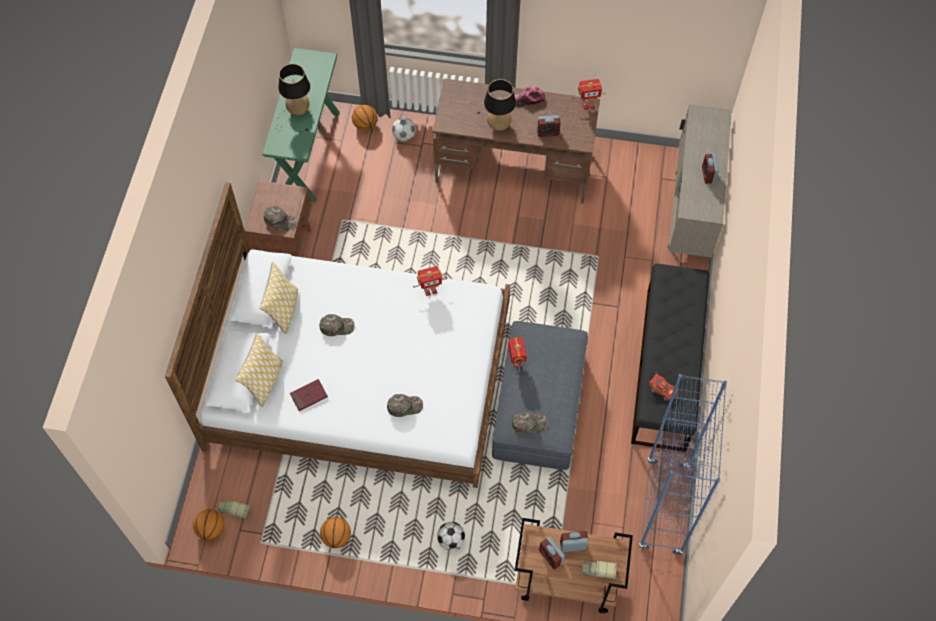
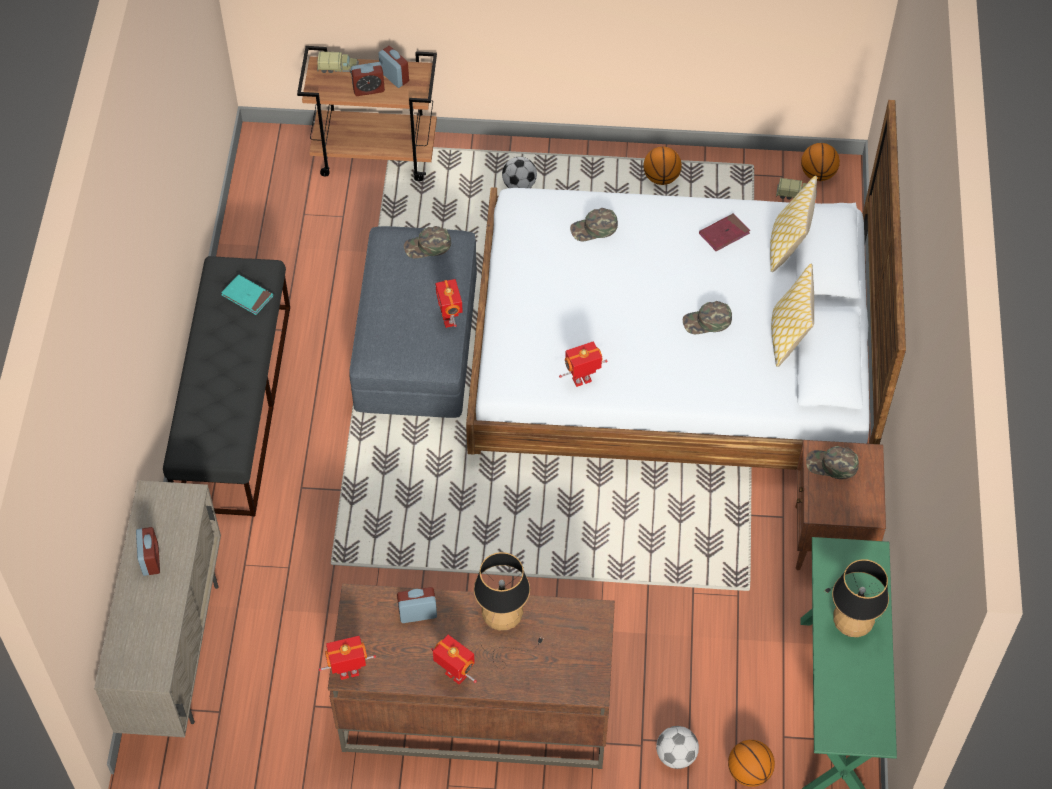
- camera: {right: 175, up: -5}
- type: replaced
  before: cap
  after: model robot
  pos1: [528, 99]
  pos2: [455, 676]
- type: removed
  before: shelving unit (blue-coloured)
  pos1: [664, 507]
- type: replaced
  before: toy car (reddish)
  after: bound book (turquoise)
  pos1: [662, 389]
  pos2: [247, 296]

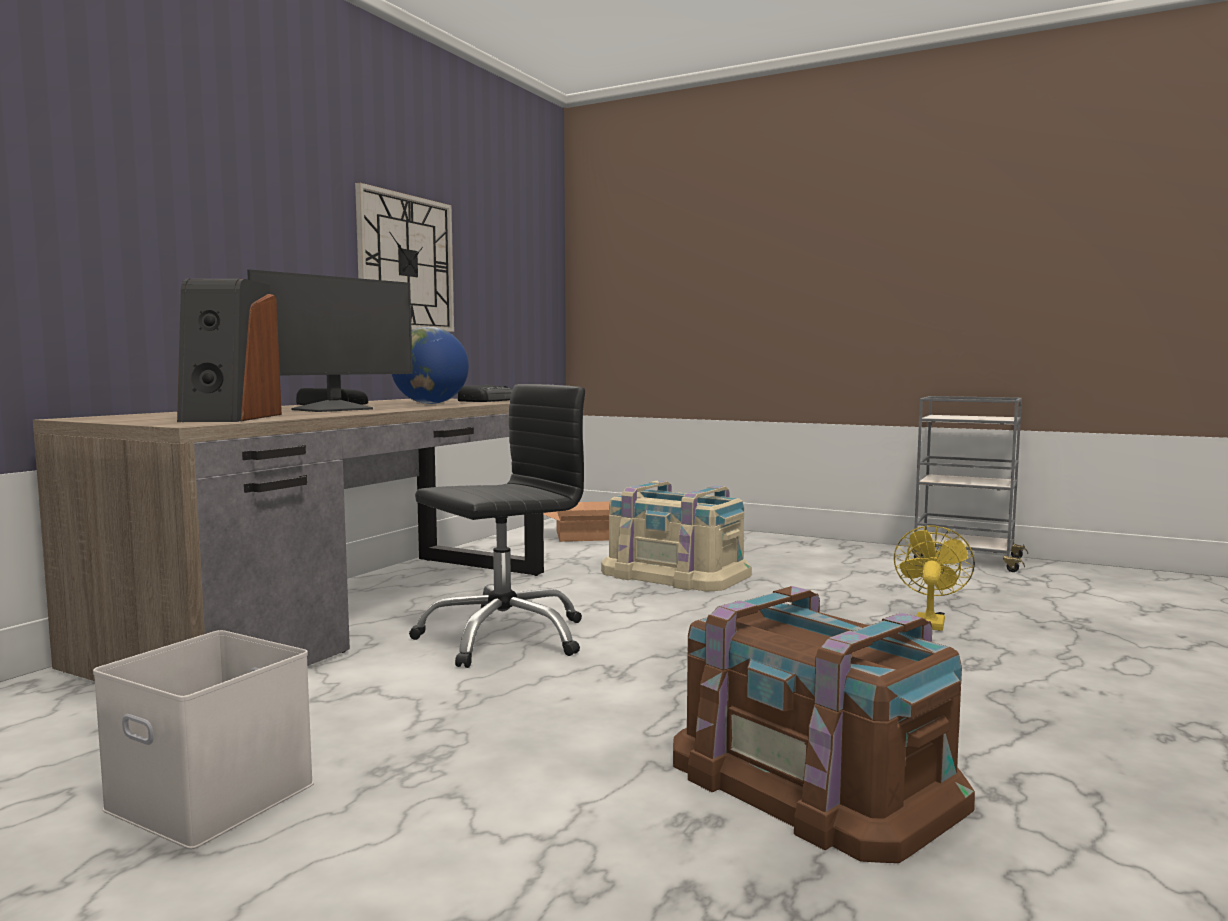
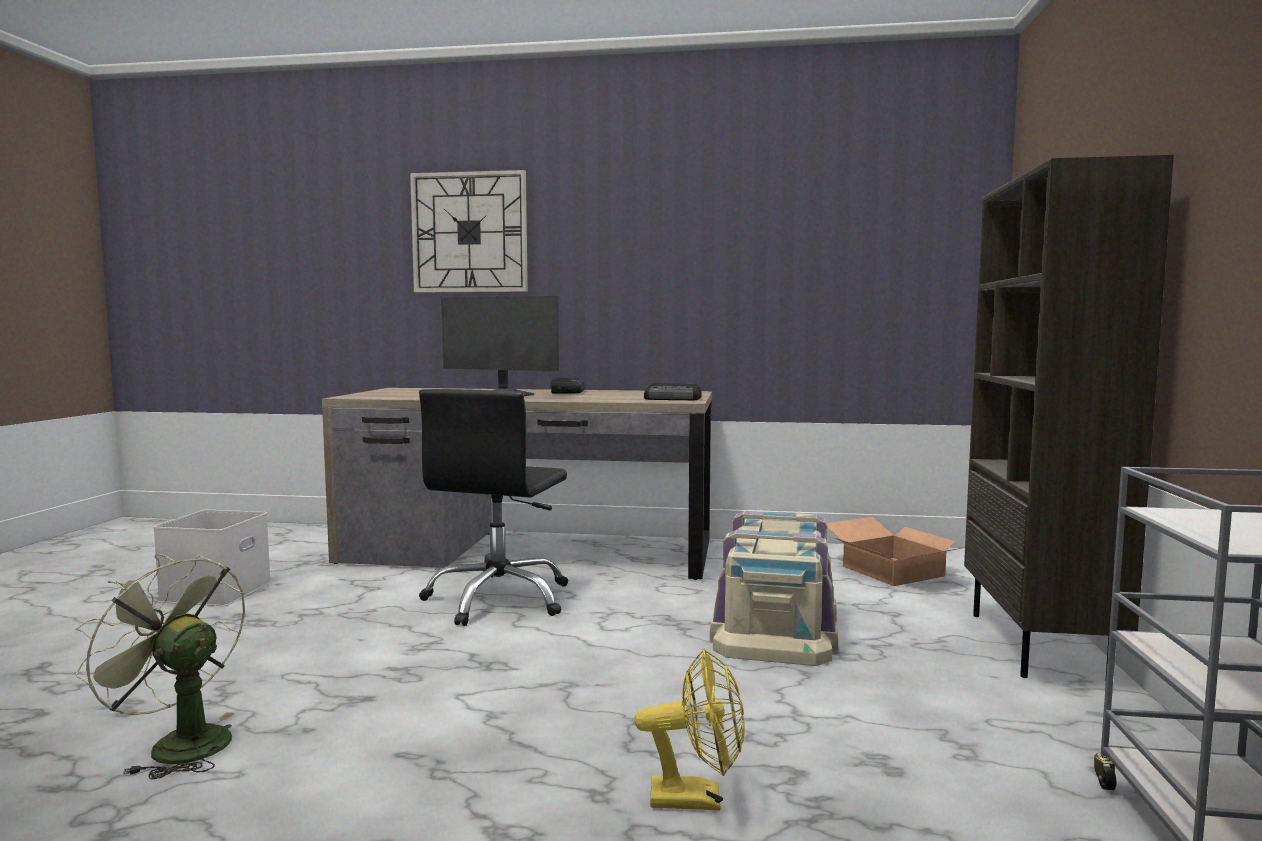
- camera: {right: 70, up: 0}
- type: removed
  before: speaker
  pos1: [230, 418]
- type: moved
  before: hanging clock
  pos1: [406, 263]
  pos2: [469, 232]
- type: removed
  before: globe
  pos1: [431, 403]
- type: turned
  before: computer chair (black)
  pos1: [503, 637]
  pos2: [499, 599]
  turn: 75
- type: replaced
  before: storage container (brownish)
  after: fan (green)
  pos1: [814, 779]
  pos2: [178, 744]
- type: added
  after: shelving unit (brownish)
  pos2: [1039, 646]

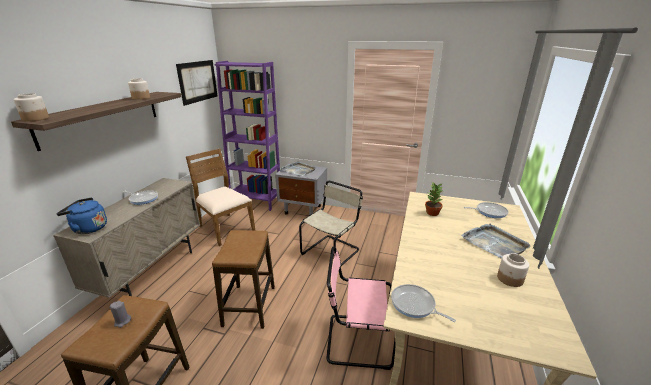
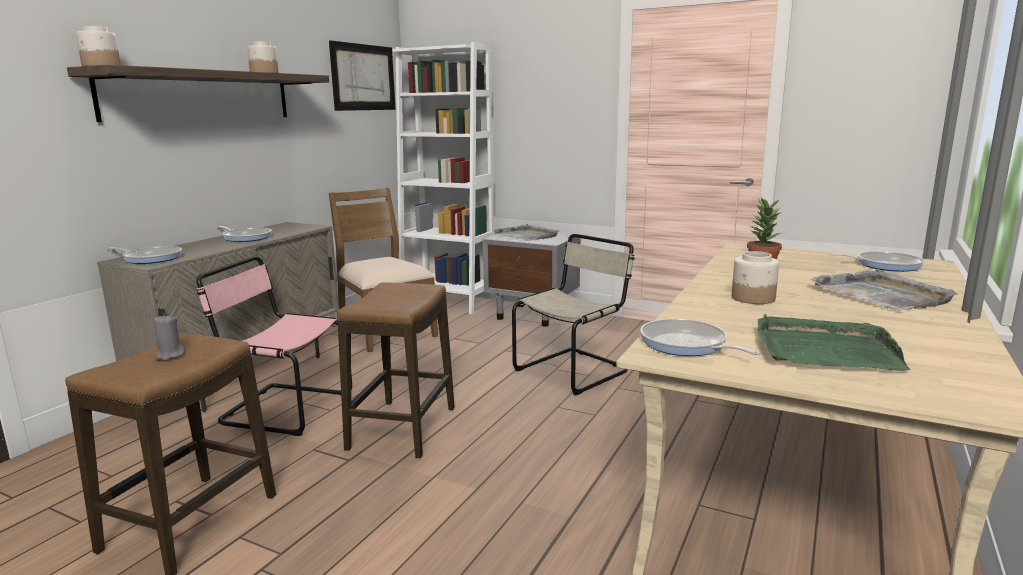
- camera: {right: 10, up: -10}
- type: replaced
  before: tea kettle (blue-coloured)
  after: skillet
  pos1: [88, 228]
  pos2: [151, 258]
- type: recoloured
  before: shelving unit (purple-coloured)
  after: shelving unit (whitish)
  pos1: [255, 201]
  pos2: [448, 302]
- type: moved
  before: upright chair (pinkish)
  pos1: [356, 340]
  pos2: [283, 408]
- type: moved
  before: storage jar
  pos1: [510, 279]
  pos2: [753, 298]
- type: added
  after: tray (green)
  pos2: [824, 349]

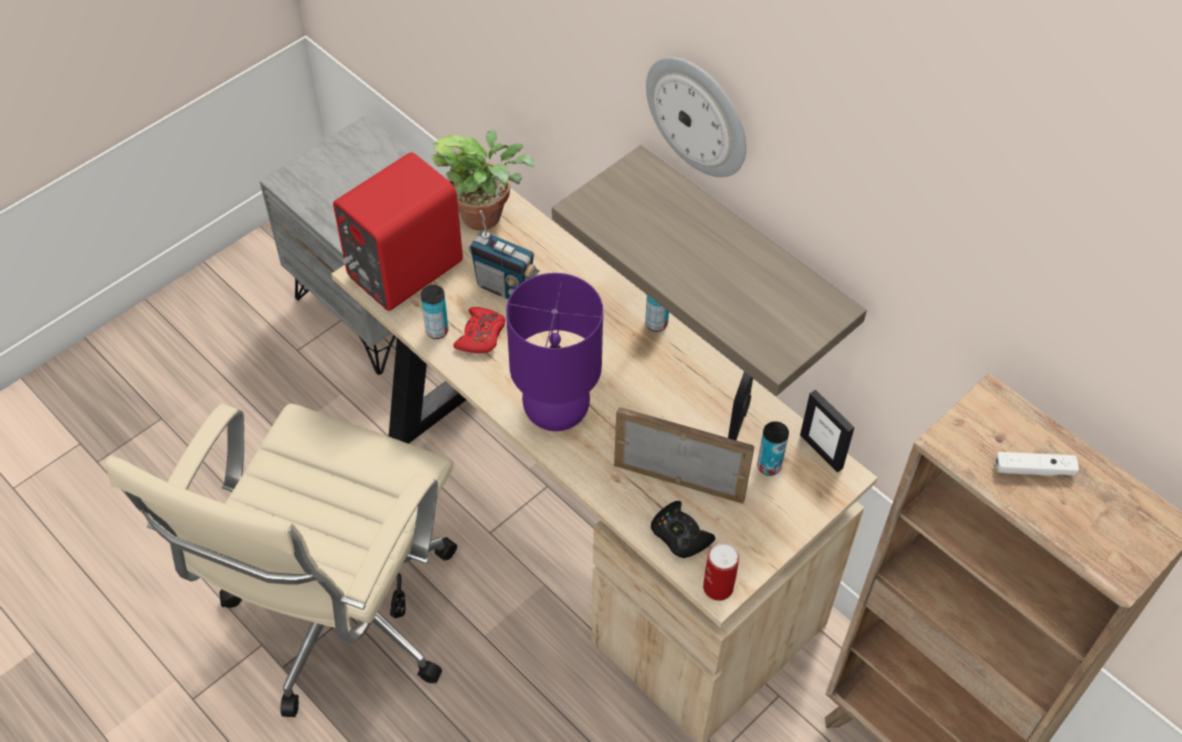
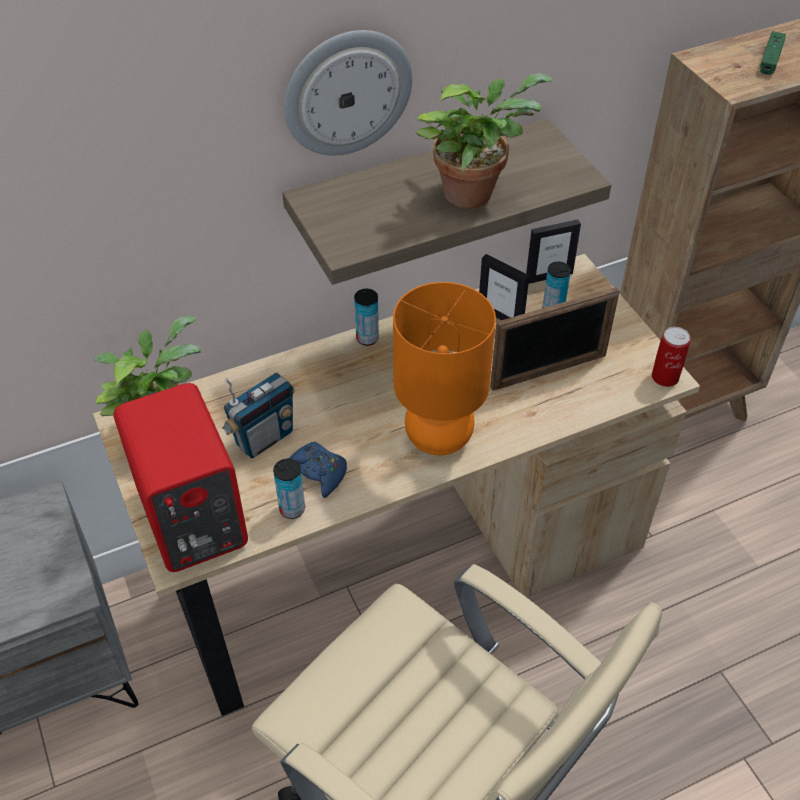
- camera: {right: -70, up: -5}
- type: recoloured
  before: game controller (reddish)
  after: game controller (blue-coloured)
  pos1: [481, 335]
  pos2: [317, 473]
- type: recoloured
  before: tabletop lamp (purple-coloured)
  after: tabletop lamp (orangey)
  pos1: [557, 412]
  pos2: [440, 437]
- type: turned
  before: photo frame
  pos1: [679, 481]
  pos2: [549, 371]
  turn: -150
- type: removed
  before: game controller (black)
  pos1: [680, 535]
- type: recoloured
  before: game controller (whitish)
  after: game controller (green)
  pos1: [1034, 469]
  pos2: [770, 59]
- type: added
  after: potted plant
  pos2: [473, 191]

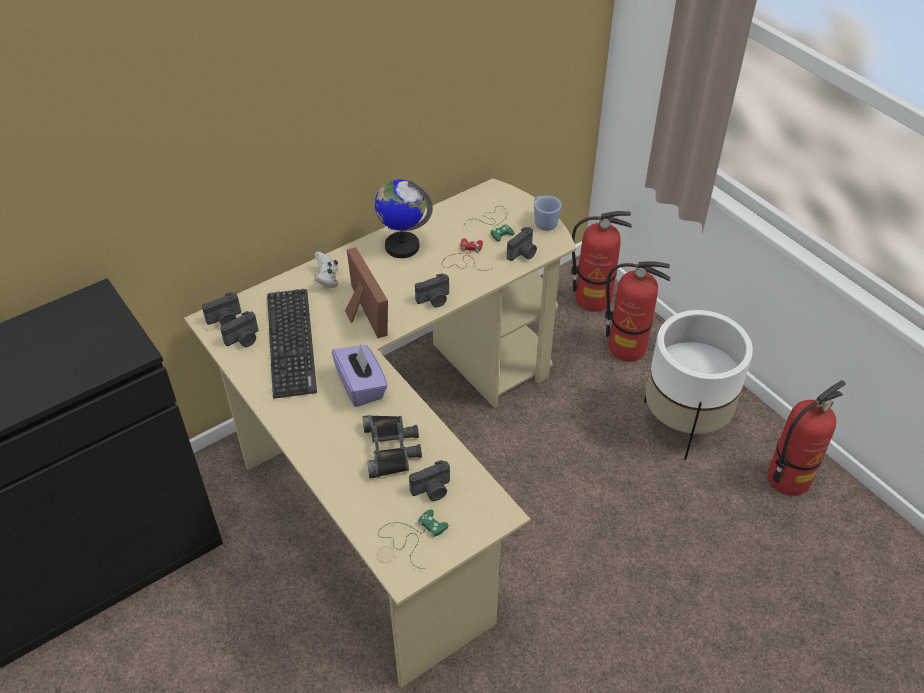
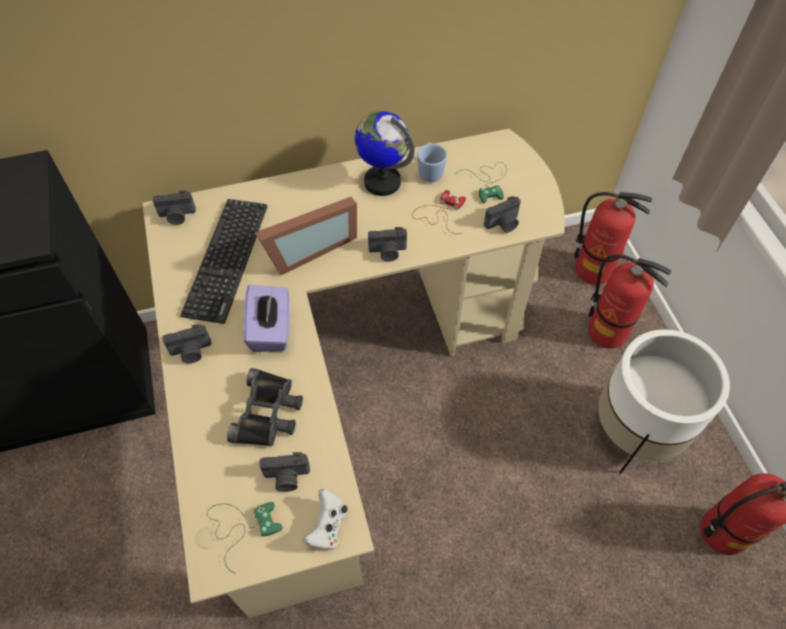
- camera: {right: 20, up: 10}
- type: moved
  before: still camera
  pos1: [244, 339]
  pos2: [191, 352]
- type: moved
  before: game controller (whitish)
  pos1: [327, 279]
  pos2: [327, 526]
- type: turned
  before: photo frame
  pos1: [362, 315]
  pos2: [308, 248]
  turn: 60
- type: moved
  before: coffee mug (blue-coloured)
  pos1: [543, 222]
  pos2: [430, 171]

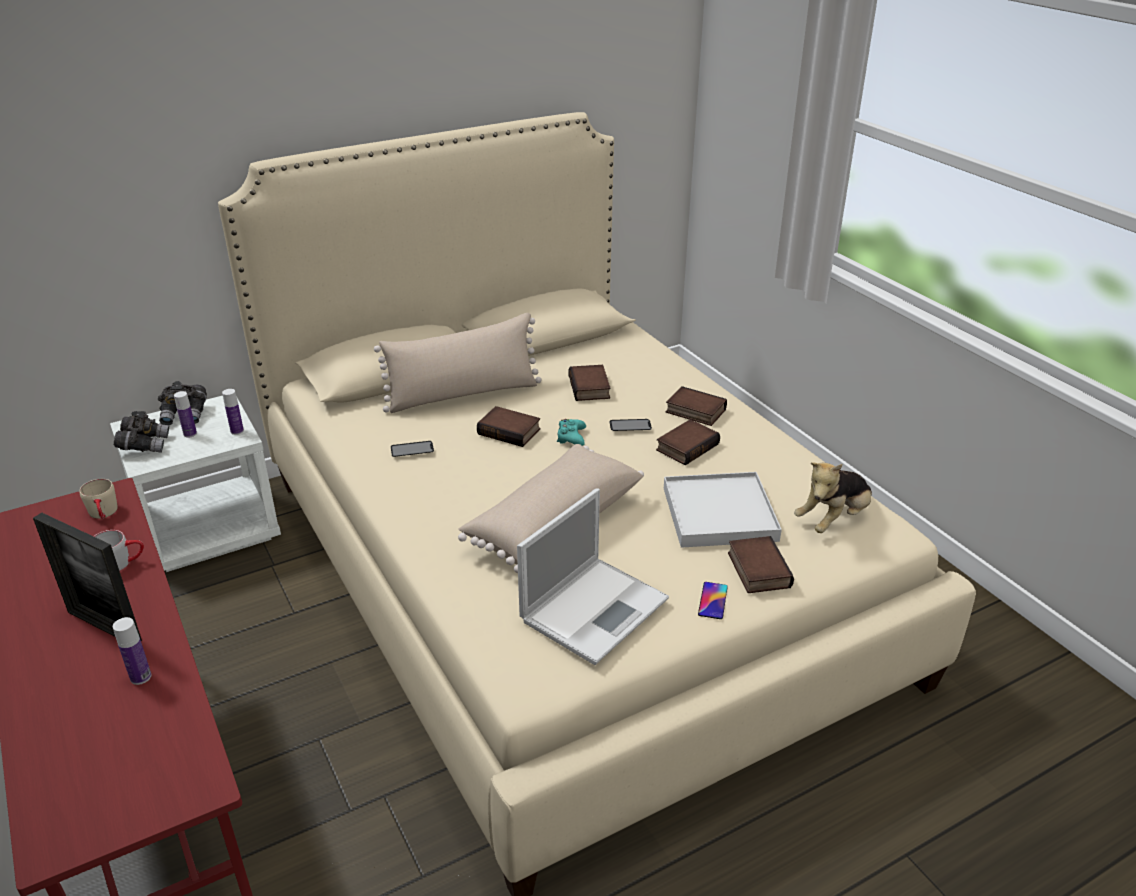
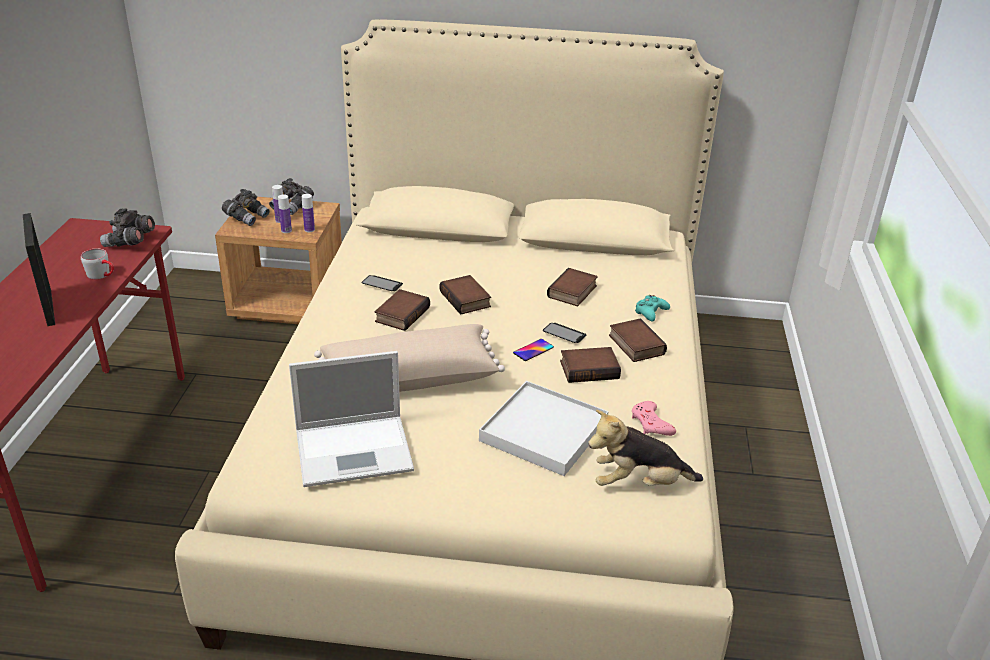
- camera: {right: 35, up: 0}
- type: replaced
  before: coffee mug (sand-coloured)
  after: pair of binoculars (gray)
  pos1: [104, 514]
  pos2: [130, 242]
- type: recoloured
  before: nightstand (whitish)
  after: nightstand (brownish)
  pos1: [210, 530]
  pos2: [289, 303]
- type: moved
  before: beverage bottle
  pos1: [140, 677]
  pos2: [286, 230]
- type: removed
  before: pillow (sand-coloured)
  pos1: [463, 394]
- type: moved
  before: game controller (turquoise)
  pos1: [571, 437]
  pos2: [650, 312]
- type: moved
  before: handset
  pos1: [713, 601]
  pos2: [533, 350]
- type: moved
  before: bound book
  pos1: [756, 569]
  pos2: [401, 314]
- type: added
  after: game controller (pinkish)
  pos2: [651, 423]

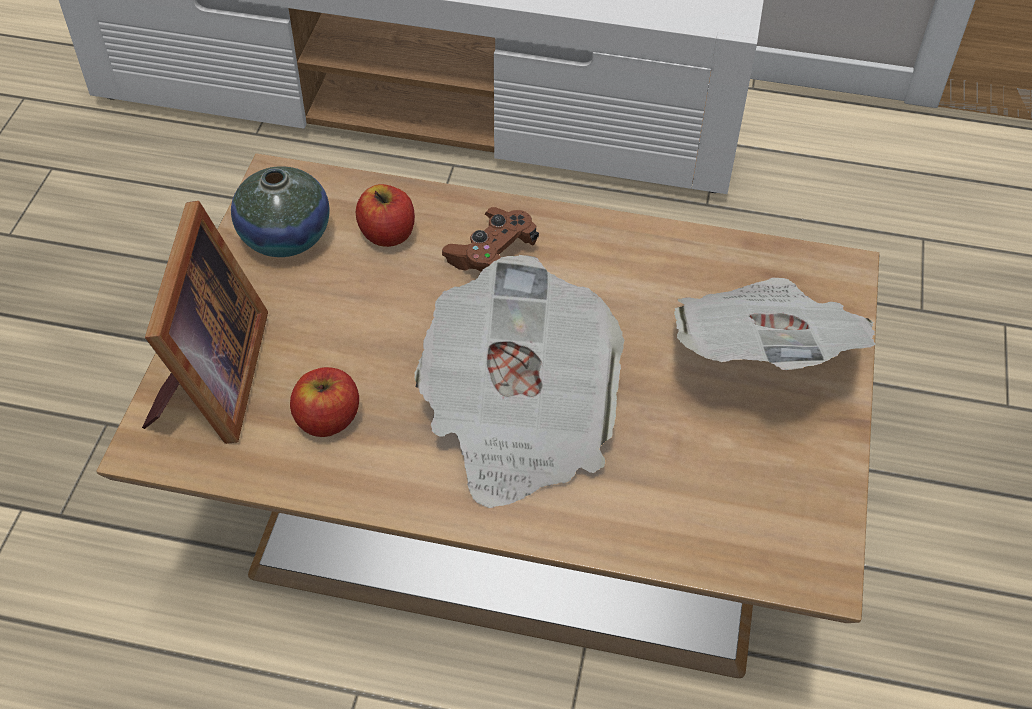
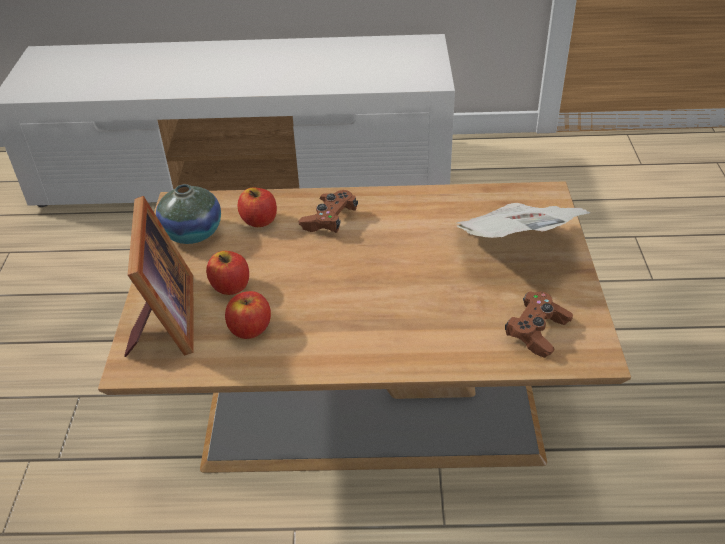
- camera: {right: -10, up: -10}
- type: removed
  before: printed paper
  pos1: [518, 418]
- type: added
  after: apple
  pos2: [231, 286]
- type: added
  after: game controller (brownish)
  pos2: [537, 332]

